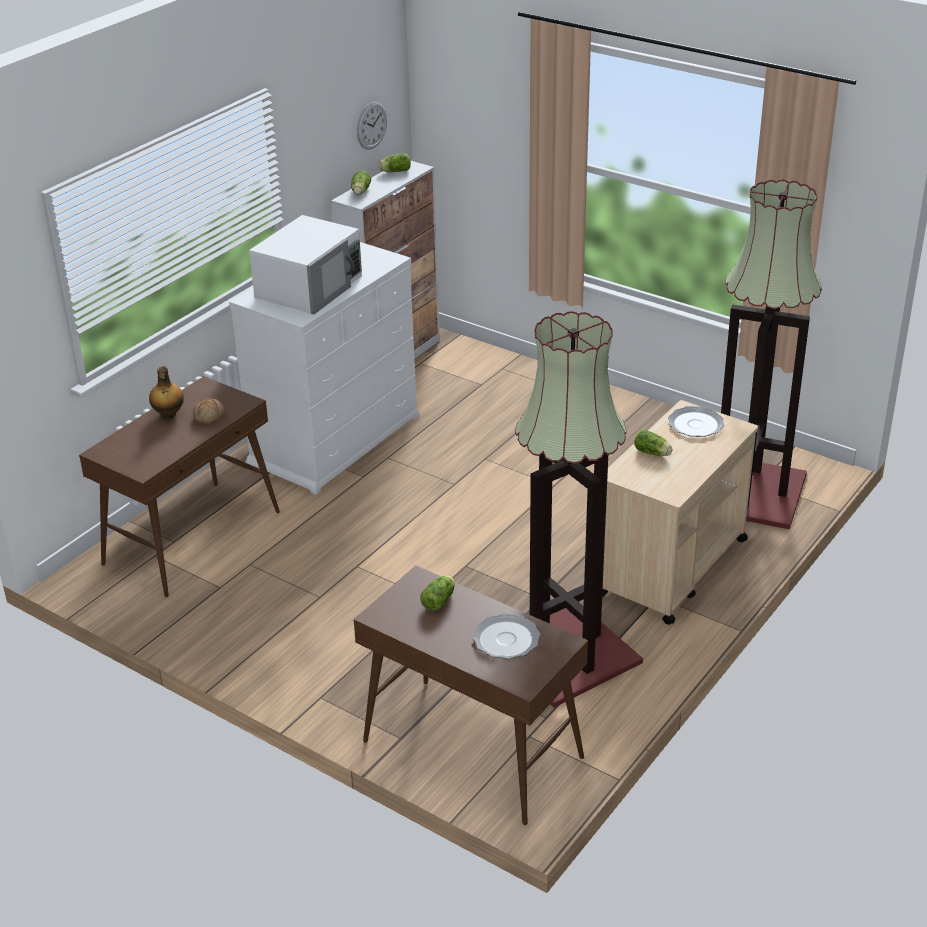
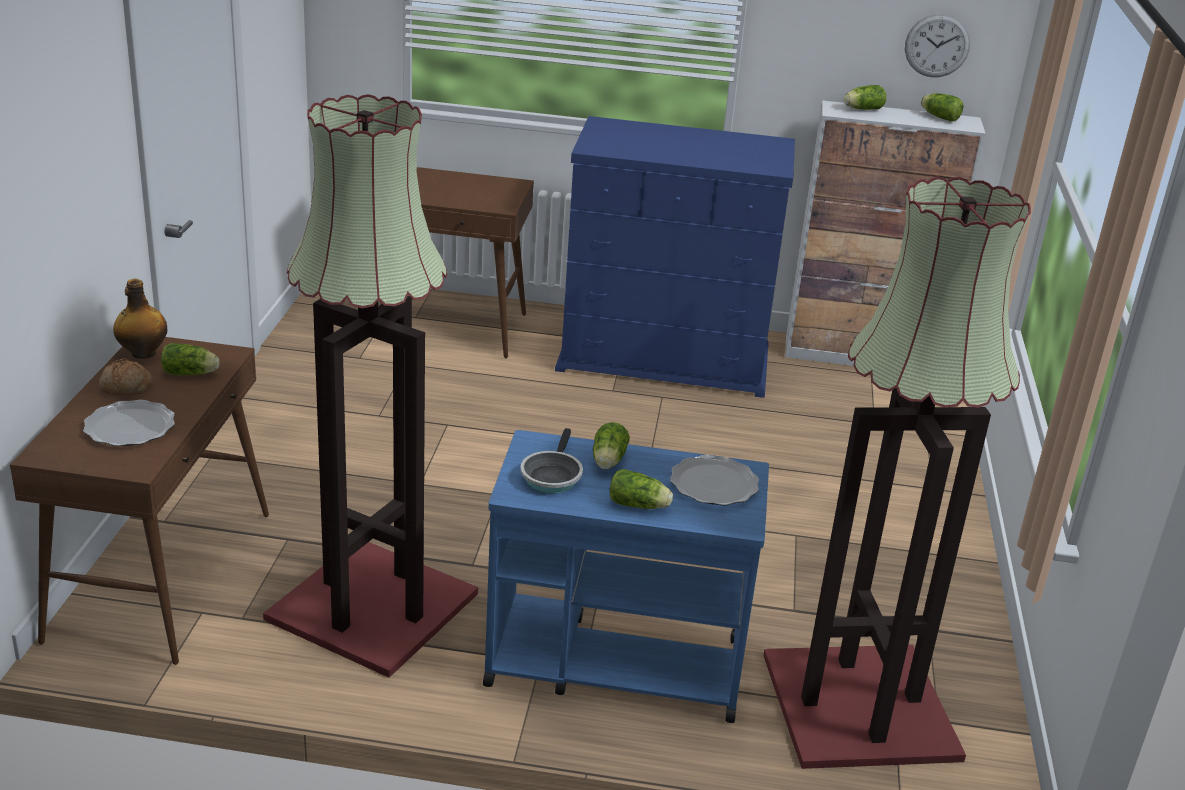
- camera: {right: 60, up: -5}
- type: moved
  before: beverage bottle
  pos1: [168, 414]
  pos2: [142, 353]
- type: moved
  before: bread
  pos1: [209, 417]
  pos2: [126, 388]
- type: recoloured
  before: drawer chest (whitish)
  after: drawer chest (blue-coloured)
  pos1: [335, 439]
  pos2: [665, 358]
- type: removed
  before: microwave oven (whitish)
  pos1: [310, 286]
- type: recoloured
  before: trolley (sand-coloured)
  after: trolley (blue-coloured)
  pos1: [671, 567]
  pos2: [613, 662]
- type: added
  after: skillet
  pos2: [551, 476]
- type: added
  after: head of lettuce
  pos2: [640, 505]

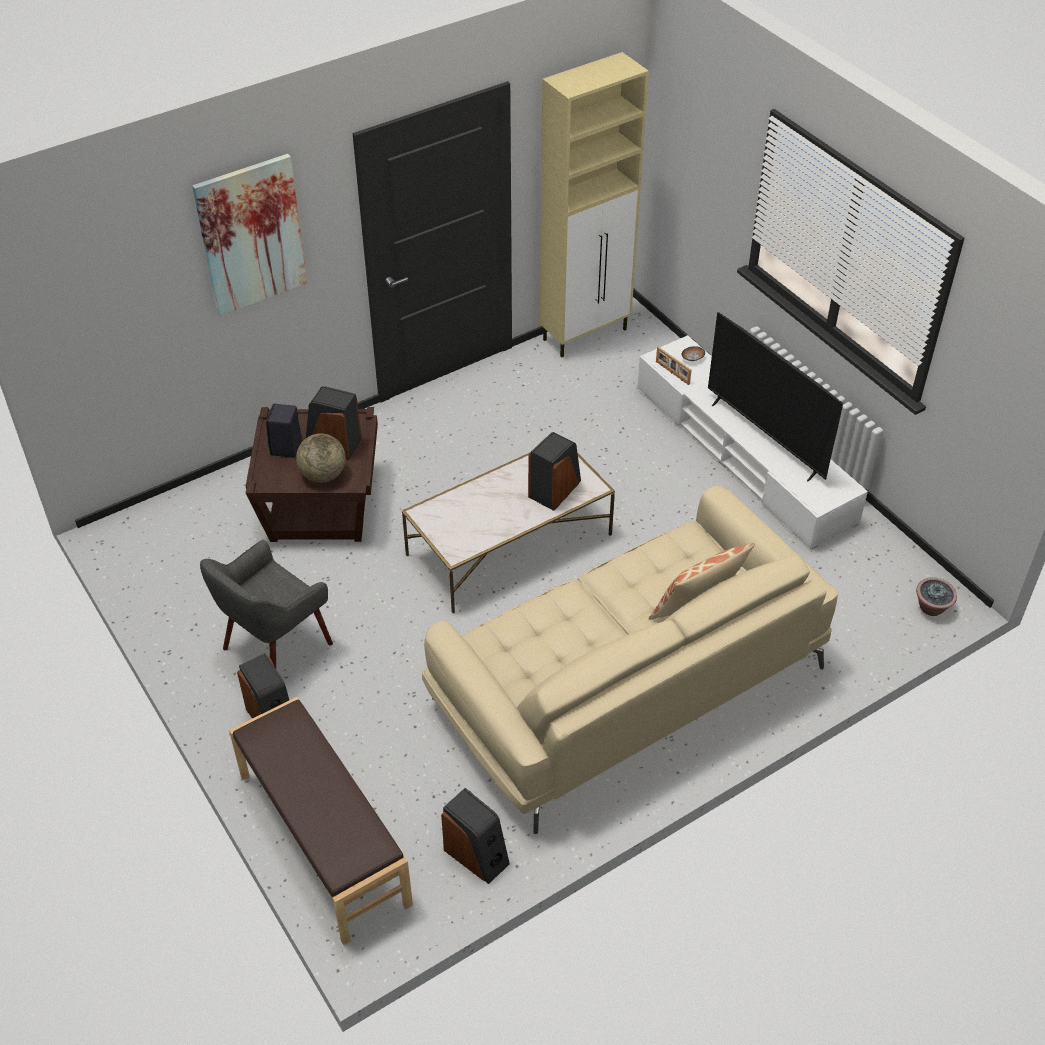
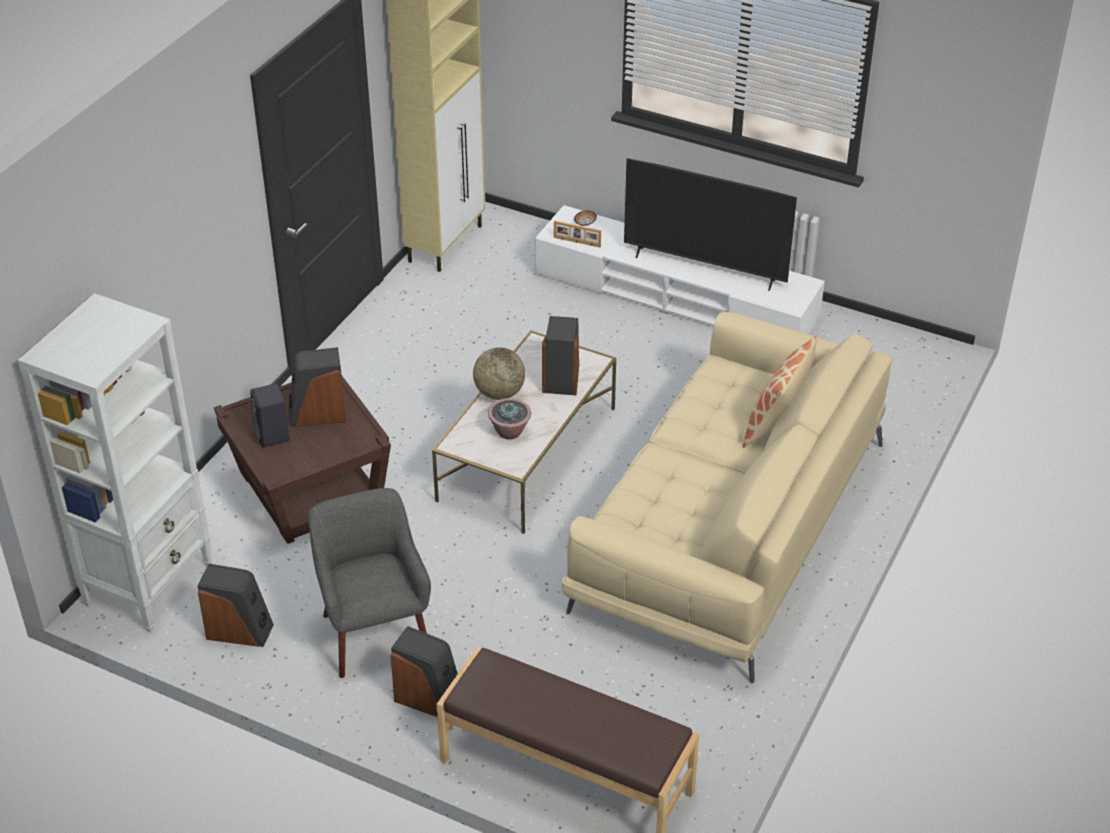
- camera: {right: -30, up: -5}
- type: removed
  before: picture
  pos1: [251, 235]
- type: turned
  before: armchair (gray)
  pos1: [275, 645]
  pos2: [374, 633]
  turn: 150
- type: moved
  before: globe
  pos1: [323, 475]
  pos2: [499, 393]
- type: moved
  before: speaker
  pos1: [477, 855]
  pos2: [239, 630]
- type: moved
  before: potted plant
  pos1: [931, 608]
  pos2: [510, 432]
- type: added
  after: shelving unit (whitish)
  pos2: [150, 583]

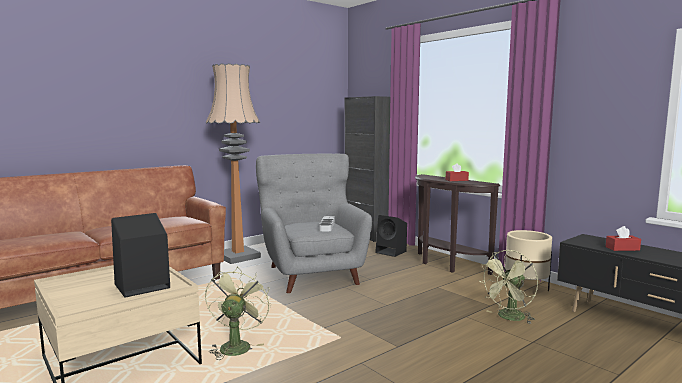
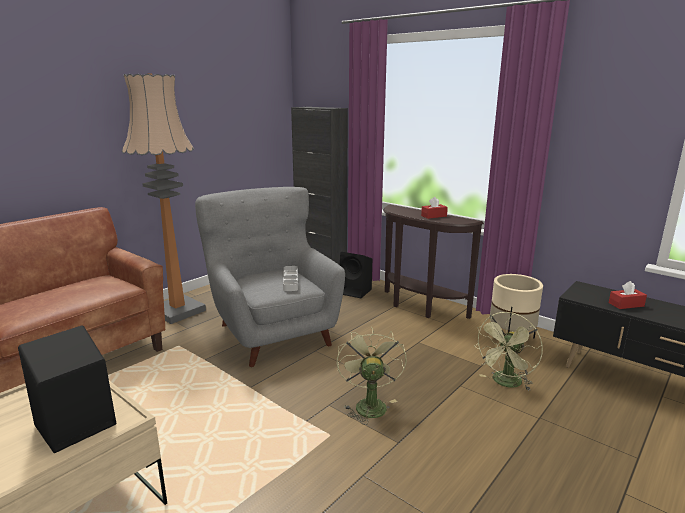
- camera: {right: -10, up: 10}
- type: moved
  before: fan (green)
  pos1: [236, 345]
  pos2: [369, 404]

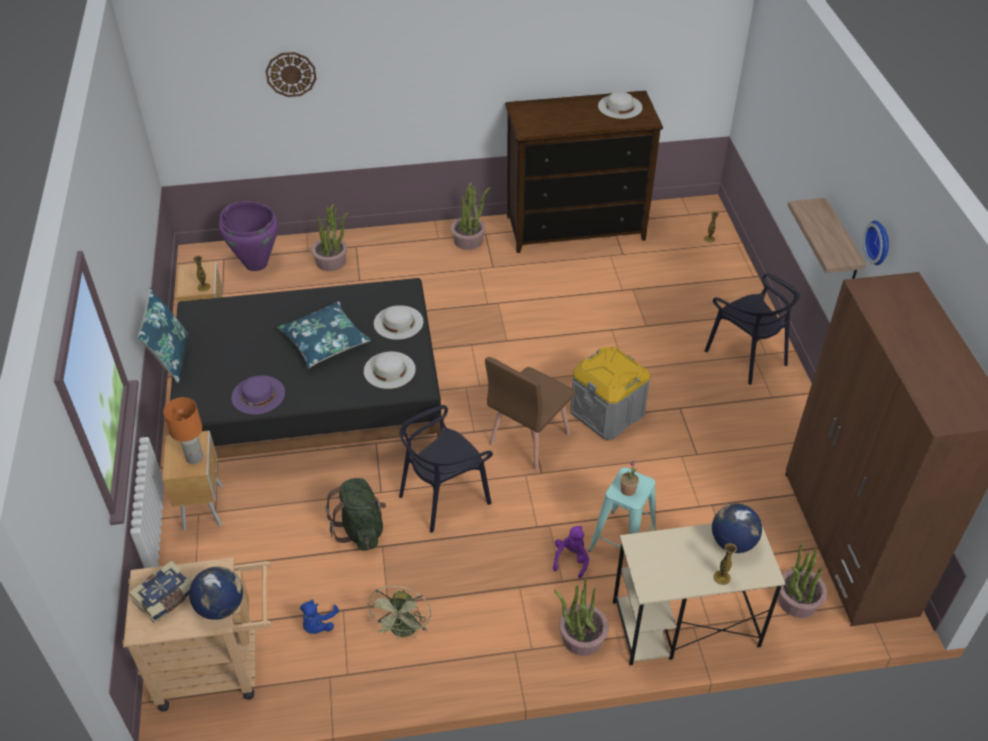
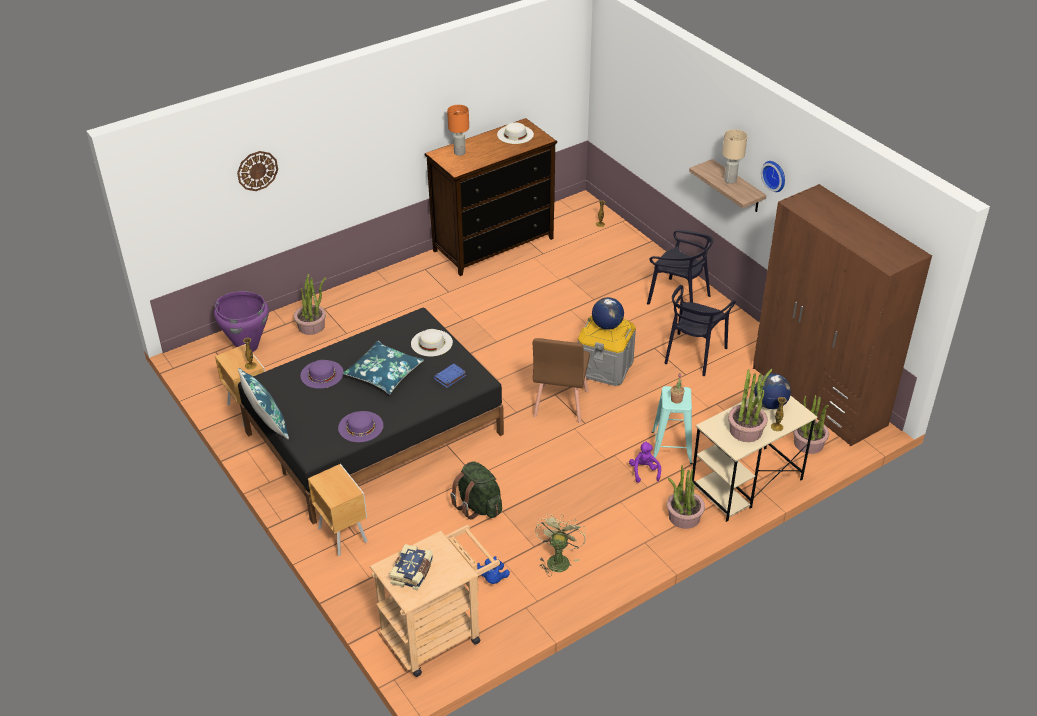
- camera: {right: -25, up: -5}
- type: moved
  before: tabletop lamp (orangey)
  pos1: [195, 457]
  pos2: [460, 152]
- type: moved
  before: globe
  pos1: [221, 606]
  pos2: [607, 325]
- type: replaced
  before: hat (whitish)
  after: bound book (blue-coloured)
  pos1: [389, 370]
  pos2: [450, 377]
- type: turned
  before: fan (green)
  pos1: [403, 631]
  pos2: [558, 559]
  turn: -150
- type: moved
  before: upright chair (black)
  pos1: [444, 497]
  pos2: [693, 354]
- type: moved
  before: potted plant
  pos1: [468, 240]
  pos2: [746, 430]
- type: added
  after: hat (purple-coloured)
  pos2: [322, 374]
- type: added
  after: tabletop lamp (sand-coloured)
  pos2: [730, 180]

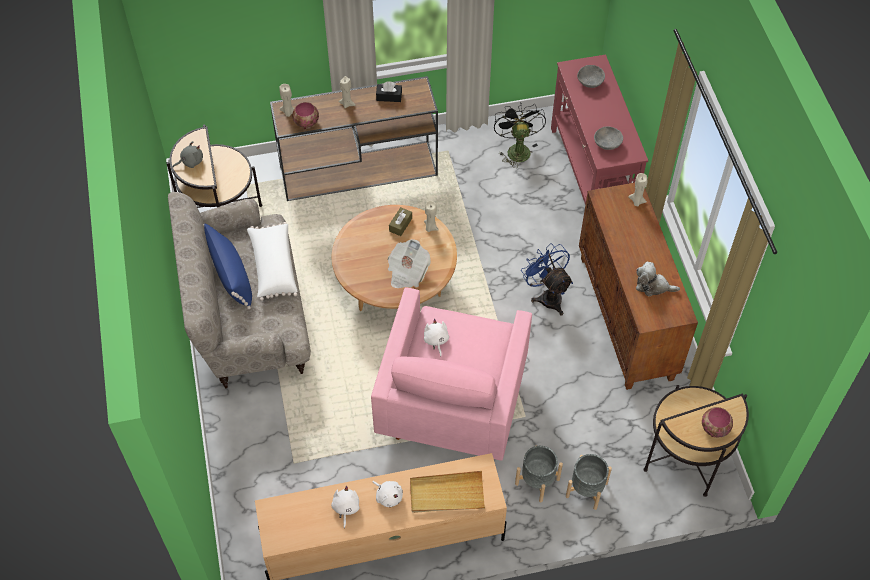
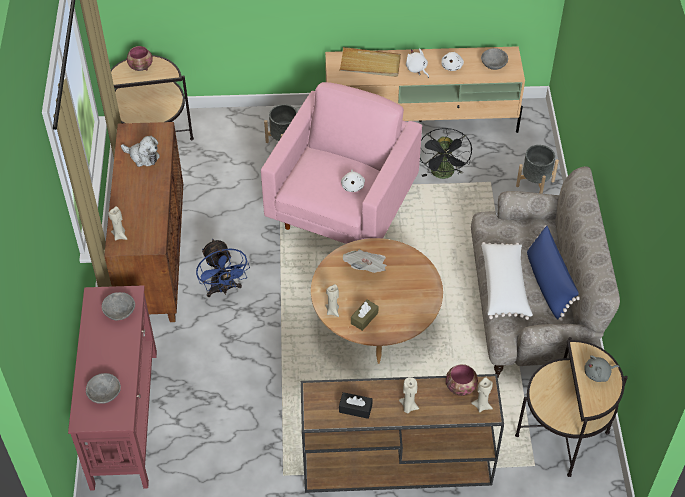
- camera: {right: -170, up: -5}
- type: moved
  before: fan (black)
  pos1: [516, 149]
  pos2: [443, 174]
- type: moved
  before: flower pot (gray)
  pos1: [586, 490]
  pos2: [535, 183]
- type: added
  after: deep dish (gray)
  pos2: [494, 64]

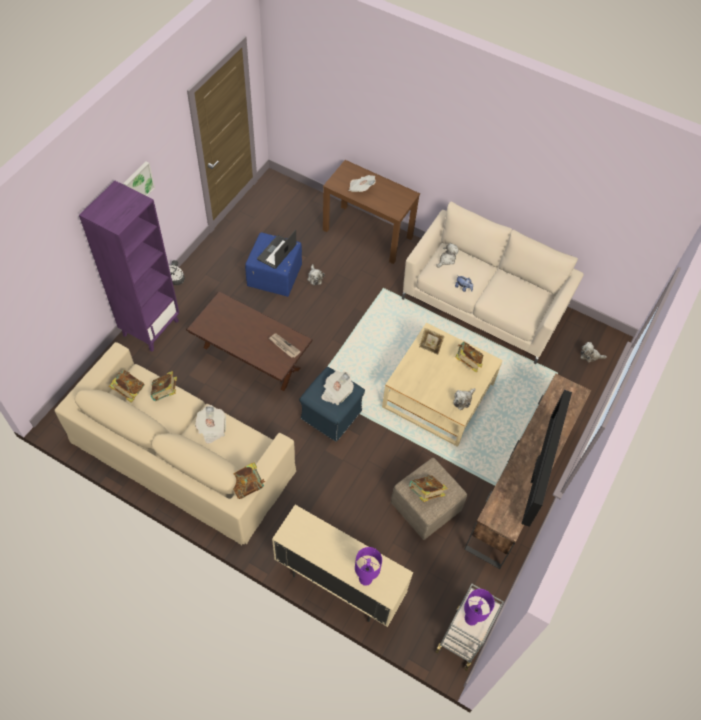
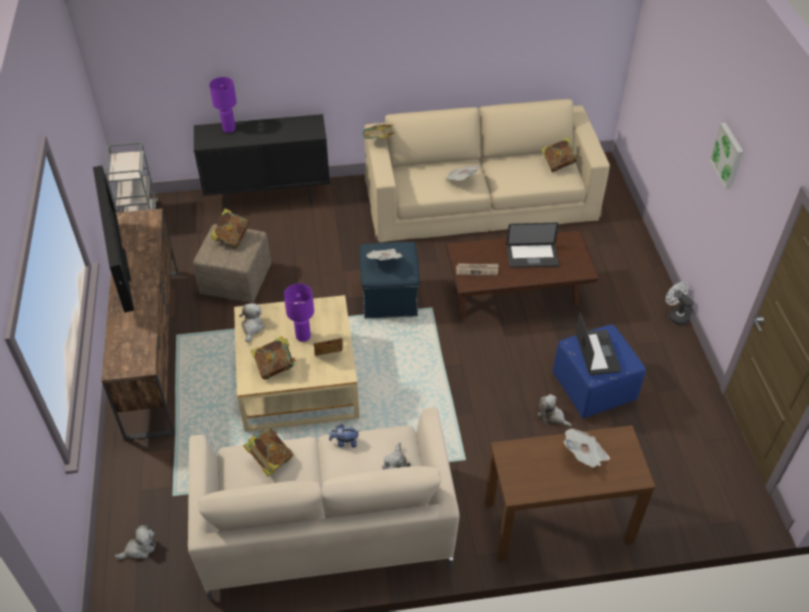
- camera: {right: 145, up: -10}
- type: removed
  before: shelving unit (purple-coloured)
  pos1: [151, 327]
- type: moved
  before: bound book
  pos1: [165, 393]
  pos2: [270, 460]
- type: recoloured
  before: storage cabinet (sand-coloured)
  after: storage cabinet (black)
  pos1: [339, 583]
  pos2: [269, 197]
- type: moved
  before: tabletop lamp (purple-coloured)
  pos1: [471, 618]
  pos2: [303, 336]
- type: added
  after: portable computer
  pos2: [532, 257]

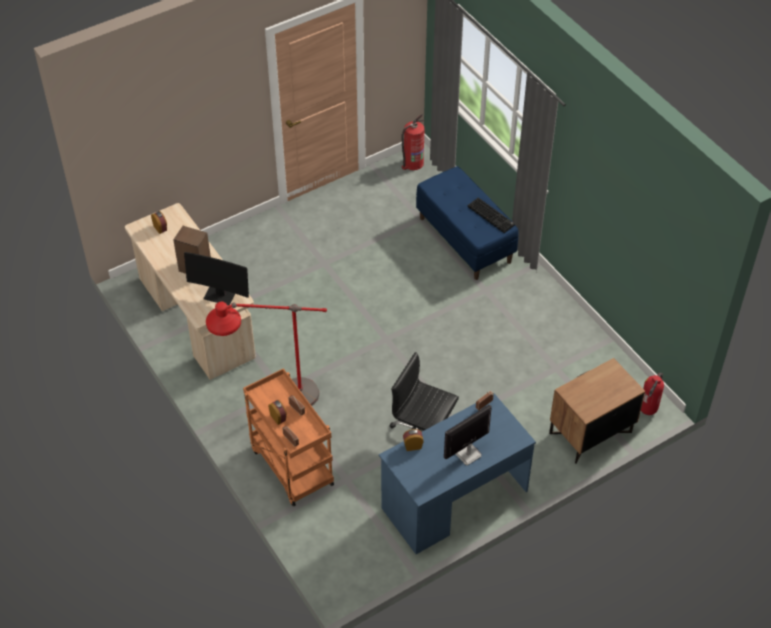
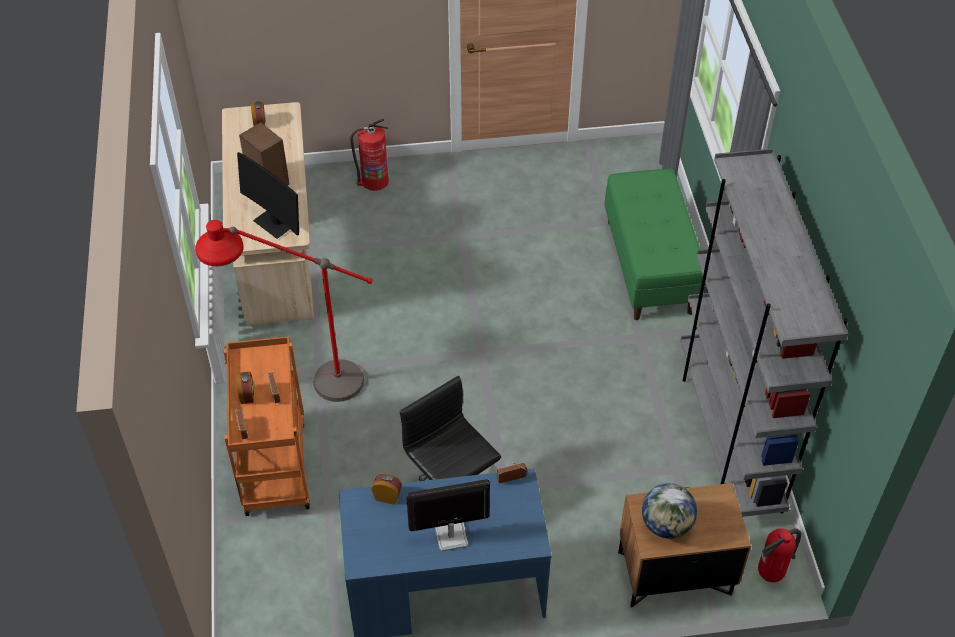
- camera: {right: 25, up: 0}
- type: moved
  before: fire-fighting cylinder
  pos1: [412, 163]
  pos2: [374, 181]
- type: recoloured
  before: long seat (blue-coloured)
  after: long seat (green)
  pos1: [465, 240]
  pos2: [650, 266]
- type: removed
  before: computer keyboard
  pos1: [492, 215]
- type: added
  after: globe
  pos2: [666, 525]
- type: added
  after: shelving unit (gray)
  pos2: [729, 435]

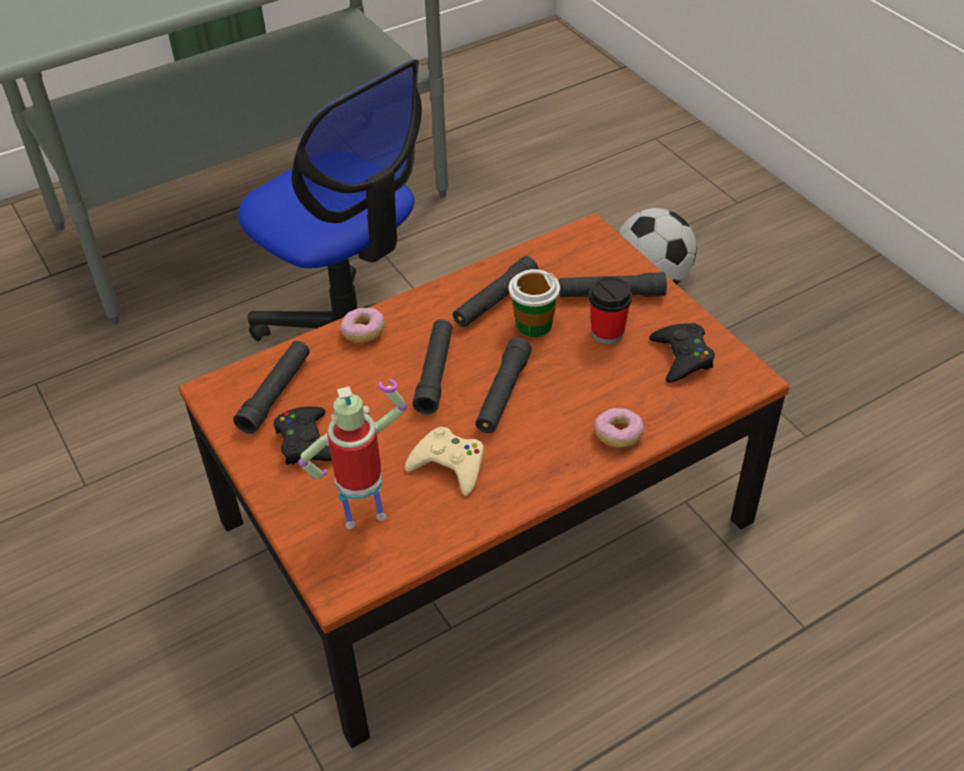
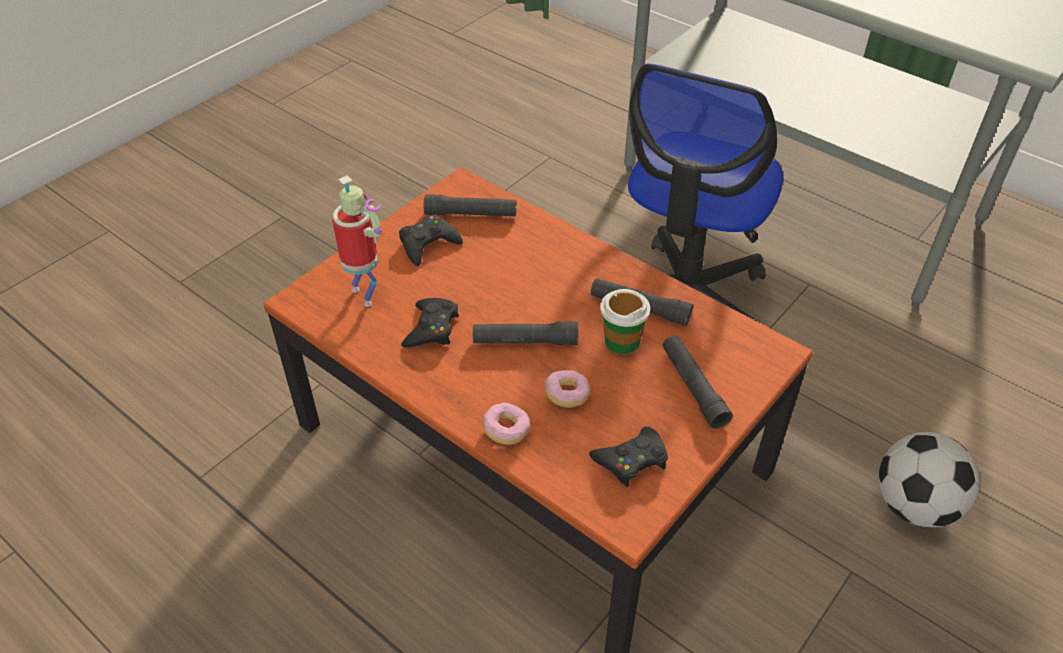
- camera: {right: 70, up: 0}
- type: moved
  before: donut
  pos1: [363, 332]
  pos2: [567, 395]
- type: recoloured
  before: game controller (sand-coloured)
  after: game controller (black)
  pos1: [449, 465]
  pos2: [432, 328]
- type: removed
  before: torch (black)
  pos1: [435, 373]
- type: removed
  before: small cup
  pos1: [607, 332]

